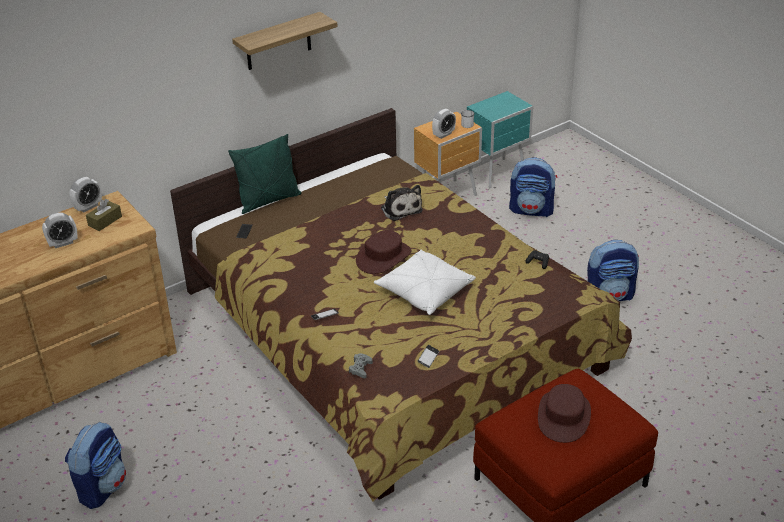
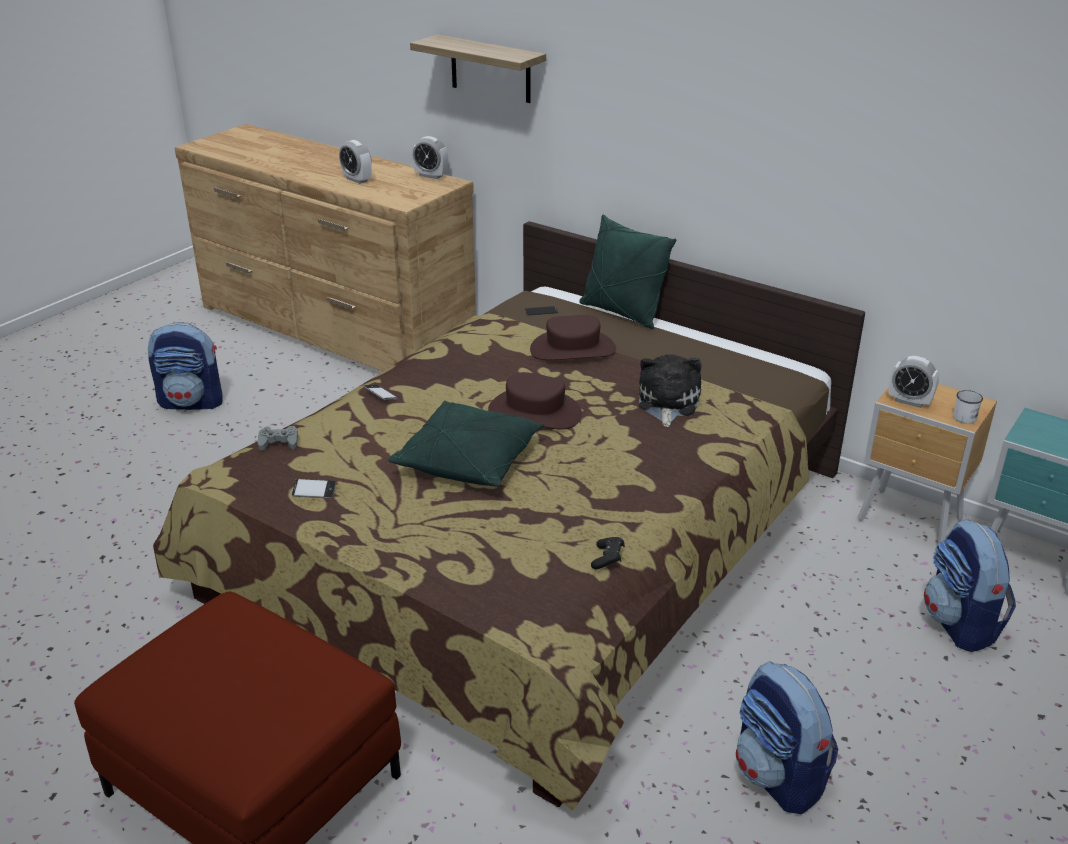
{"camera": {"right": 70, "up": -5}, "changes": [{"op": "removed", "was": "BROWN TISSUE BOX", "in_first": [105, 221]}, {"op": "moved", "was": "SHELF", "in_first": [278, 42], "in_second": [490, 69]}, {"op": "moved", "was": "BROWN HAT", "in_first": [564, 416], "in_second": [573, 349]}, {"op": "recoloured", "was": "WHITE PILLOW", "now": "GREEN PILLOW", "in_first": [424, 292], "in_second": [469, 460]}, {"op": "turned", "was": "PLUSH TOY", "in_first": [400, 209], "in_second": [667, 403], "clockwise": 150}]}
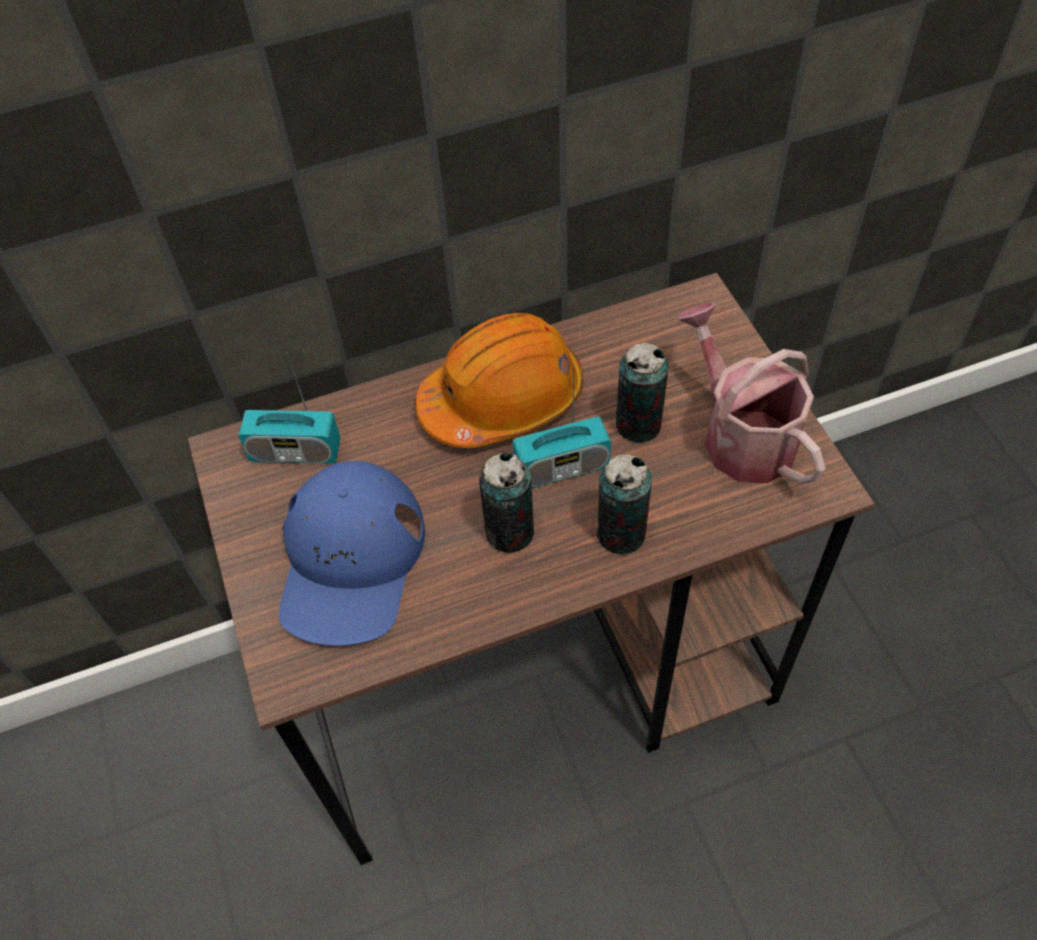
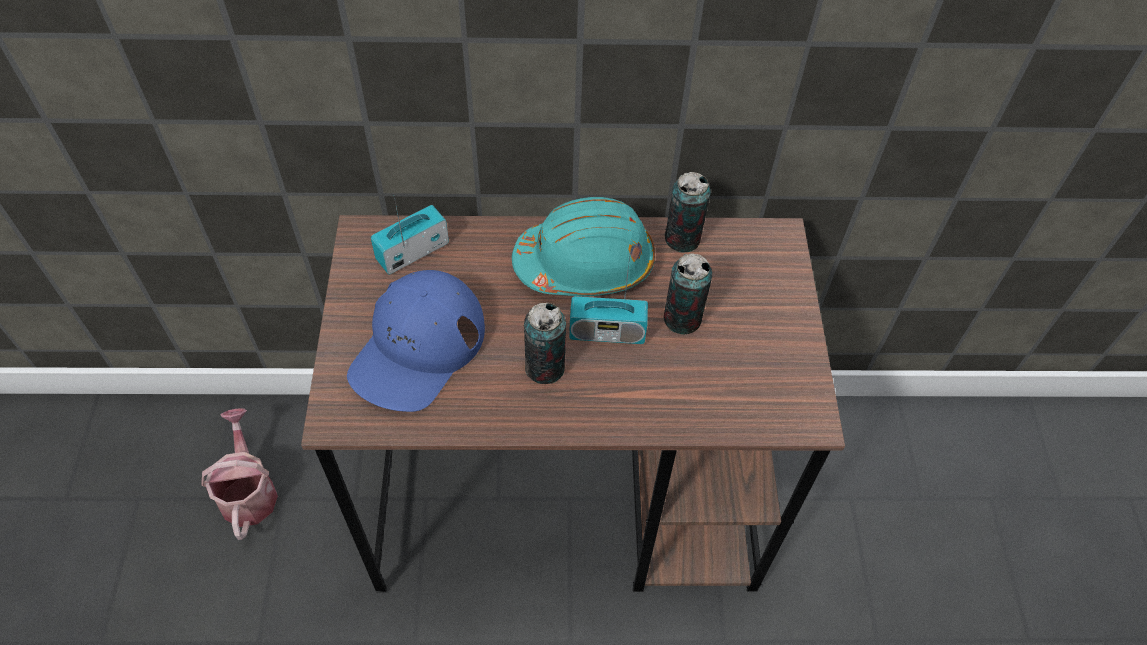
{"camera": {"right": 15, "up": 0}, "changes": [{"op": "moved", "was": "CAN", "in_first": [621, 534], "in_second": [682, 239]}, {"op": "moved", "was": "WATERING CAN", "in_first": [741, 435], "in_second": [248, 491]}, {"op": "recoloured", "was": "ORANGE HARD HAT", "now": "TURQUOISE HARD HAT", "in_first": [503, 399], "in_second": [585, 264]}, {"op": "turned", "was": "RADIO", "in_first": [295, 452], "in_second": [412, 252], "clockwise": 120}]}
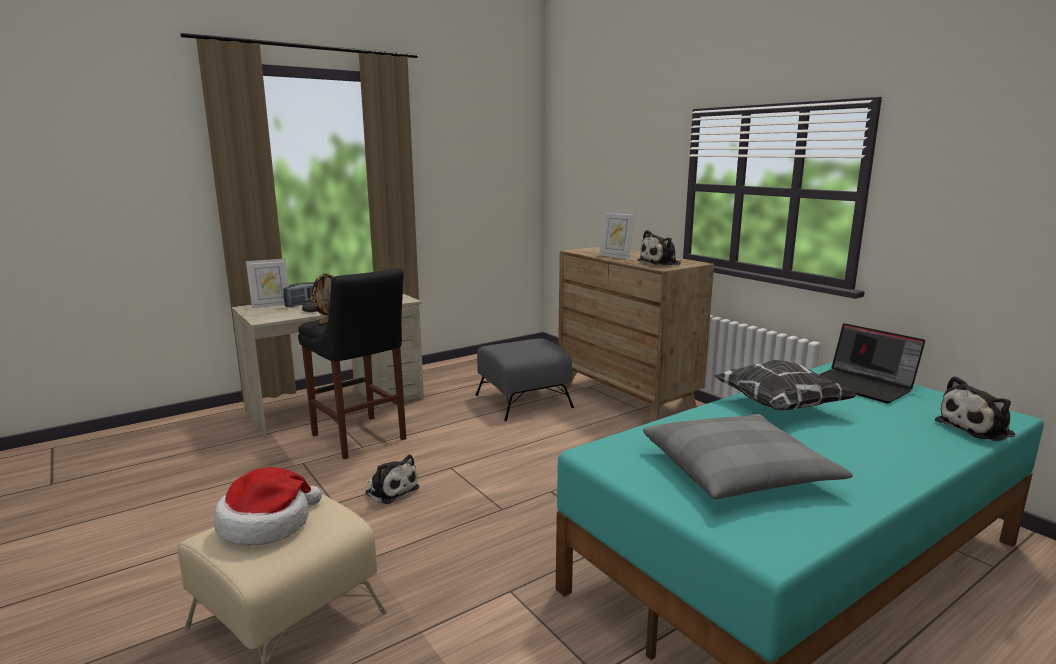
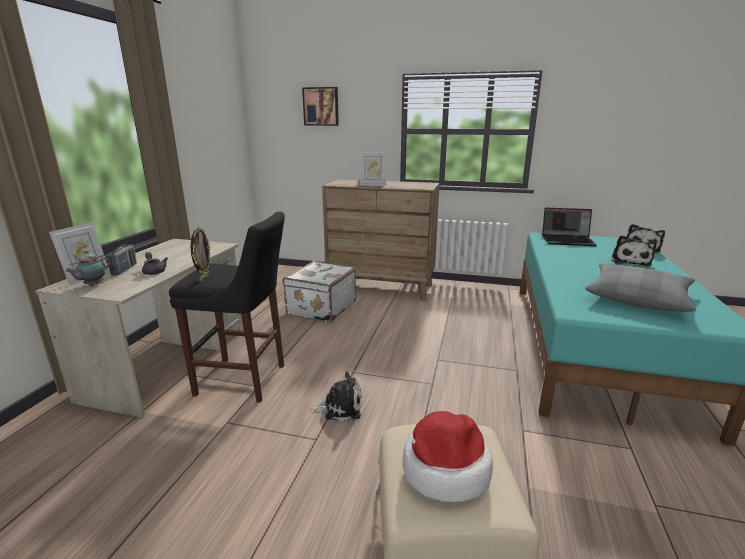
{"camera": {"right": -40, "up": 5}, "changes": [{"op": "removed", "was": "PILLOW", "in_first": [779, 406]}, {"op": "added", "now": "TEAPOT", "in_second": [93, 285]}, {"op": "added", "now": "PICTURE", "in_second": [321, 106]}, {"op": "moved", "was": "PLUSH TOY", "in_first": [661, 263], "in_second": [630, 261]}, {"op": "replaced", "was": "GREY OTTOMAN", "now": "WHITE SUITCASE", "in_first": [522, 401], "in_second": [320, 308]}]}
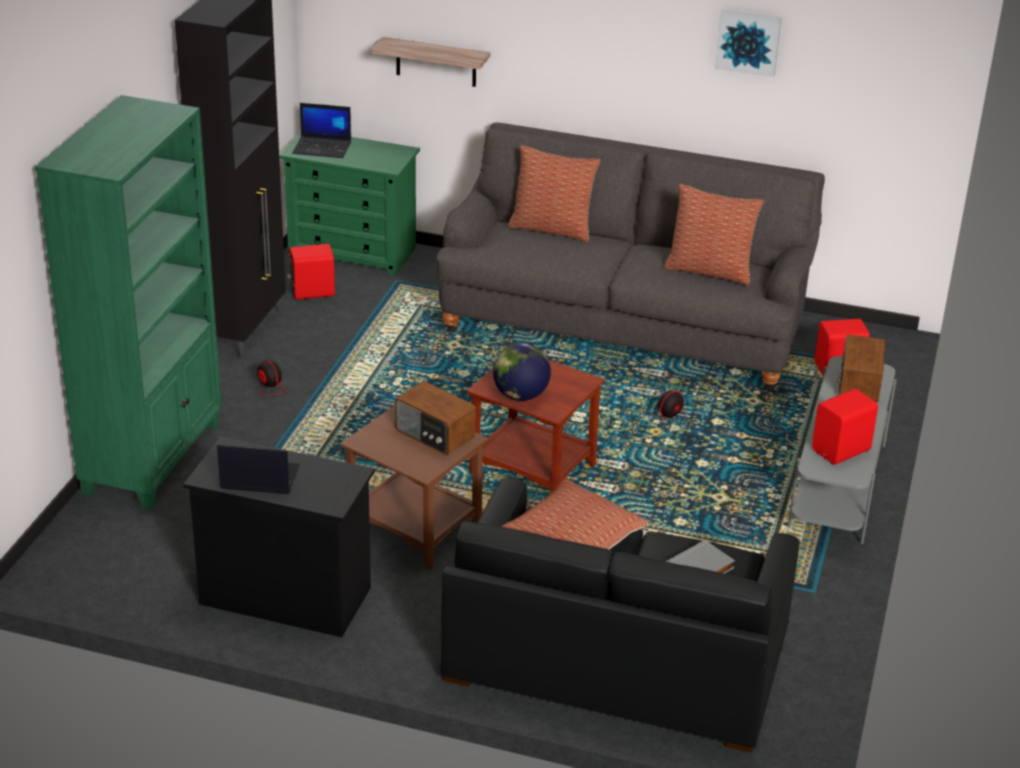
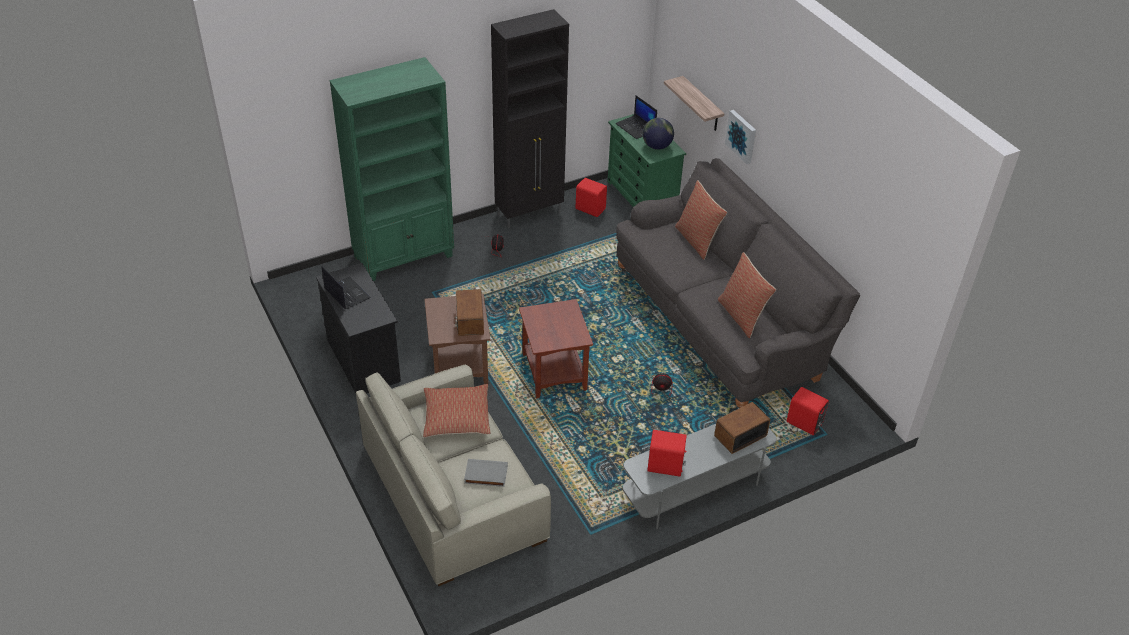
{"camera": {"right": 45, "up": 10}, "changes": [{"op": "moved", "was": "GLOBE", "in_first": [520, 395], "in_second": [657, 146]}, {"op": "moved", "was": "PICTURE", "in_first": [748, 42], "in_second": [742, 136]}, {"op": "recoloured", "was": "BLACK SOFA", "now": "BEIGE SOFA", "in_first": [615, 655], "in_second": [452, 492]}]}
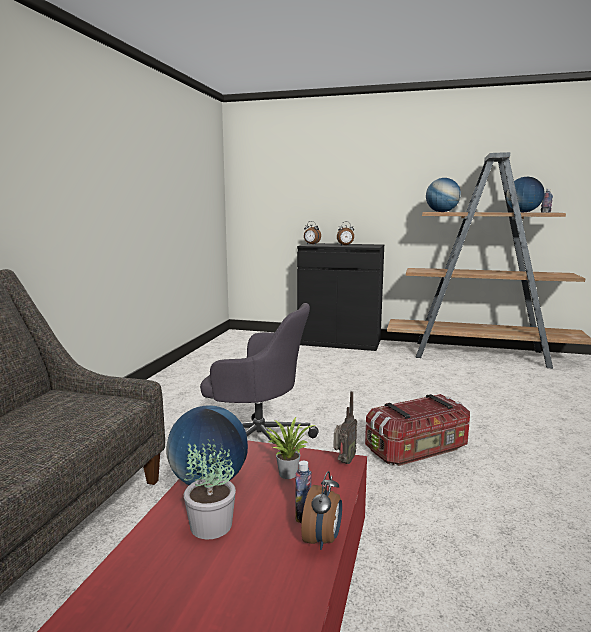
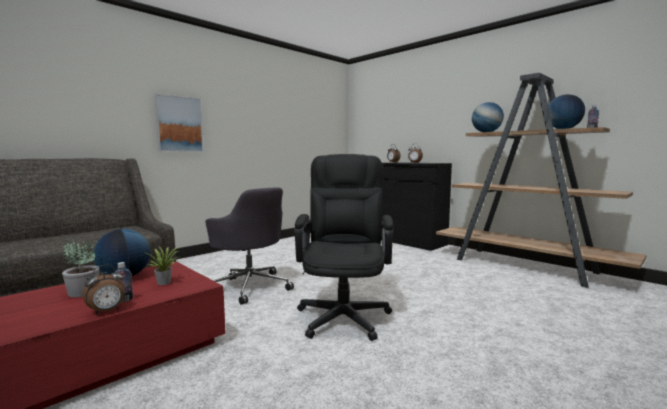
{"camera": {"right": 30, "up": -5}, "changes": [{"op": "removed", "was": "RADIO", "in_first": [343, 462]}, {"op": "added", "now": "PICTURE", "in_second": [179, 124]}, {"op": "replaced", "was": "STORAGE BOX", "now": "BLACK OFFICE CHAIR", "in_first": [418, 450], "in_second": [344, 313]}]}
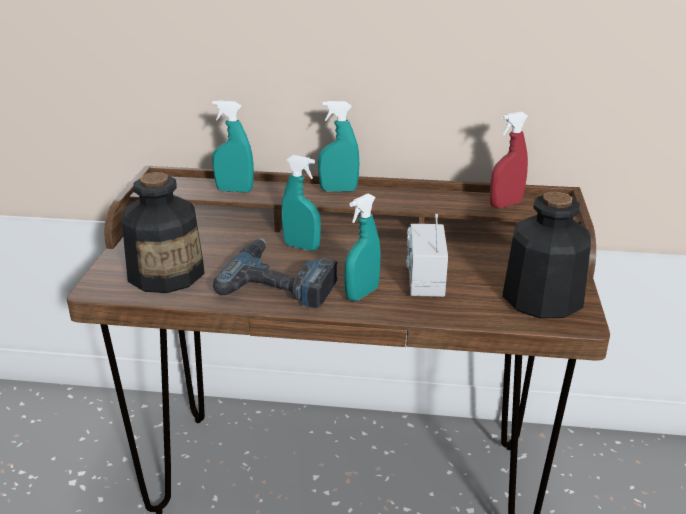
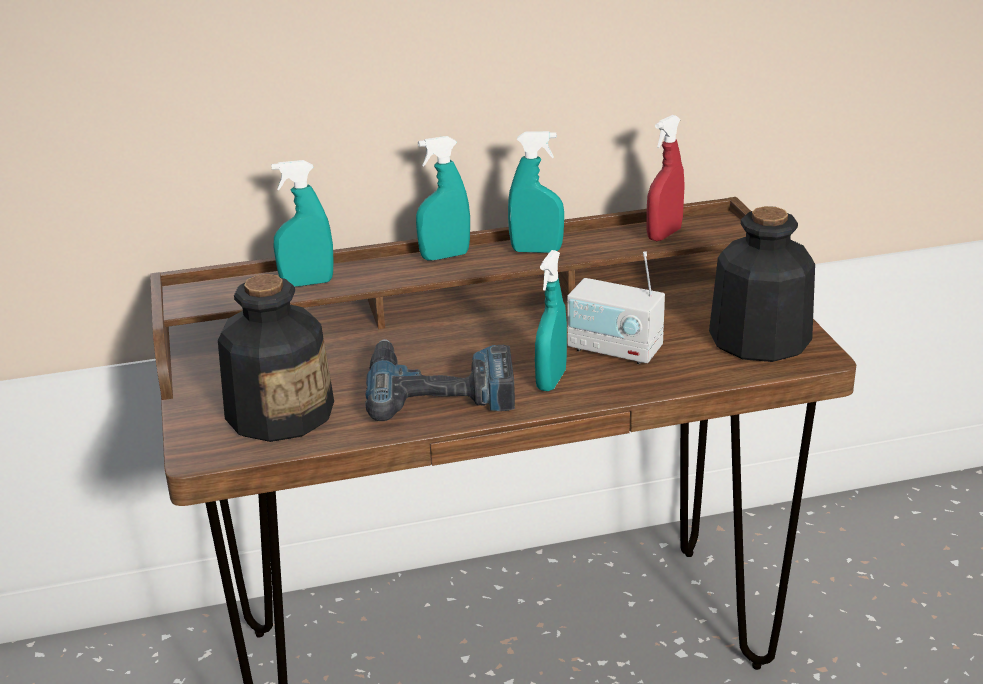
{"camera": {"right": -20, "up": 0}, "changes": [{"op": "moved", "was": "TURQUOISE SPRAY BOTTLE", "in_first": [301, 247], "in_second": [536, 250]}, {"op": "turned", "was": "RADIO", "in_first": [425, 281], "in_second": [614, 349], "clockwise": -45}]}
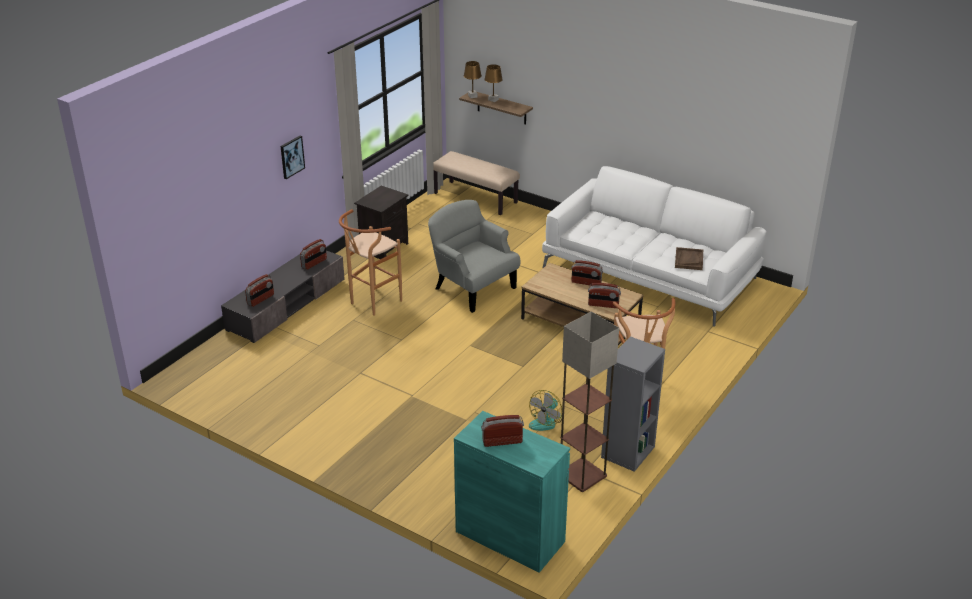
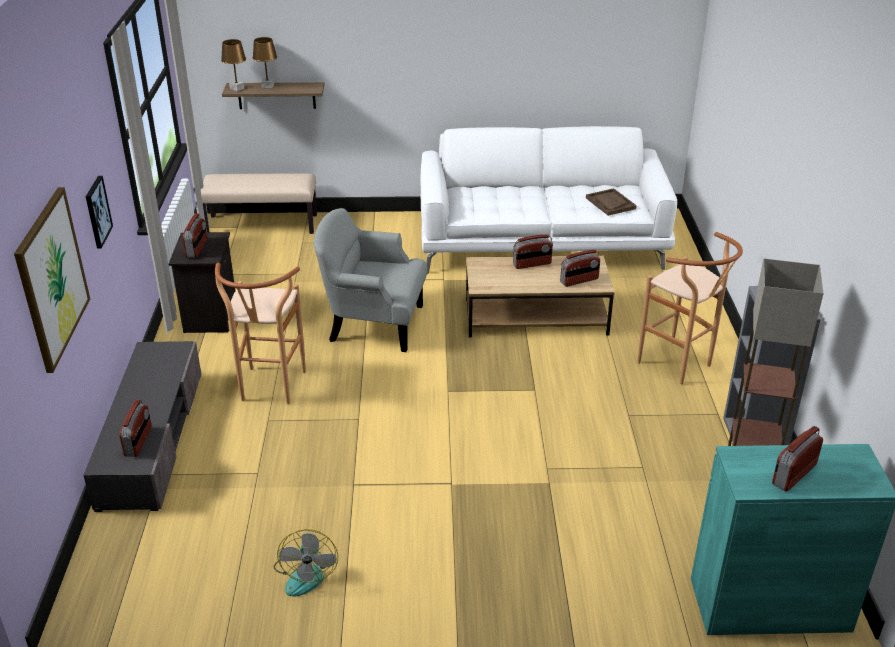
{"camera": {"right": -35, "up": 0}, "changes": [{"op": "added", "now": "PICTURE", "in_second": [52, 278]}, {"op": "moved", "was": "RADIO", "in_first": [314, 263], "in_second": [197, 249]}, {"op": "moved", "was": "FAN", "in_first": [546, 421], "in_second": [306, 573]}]}
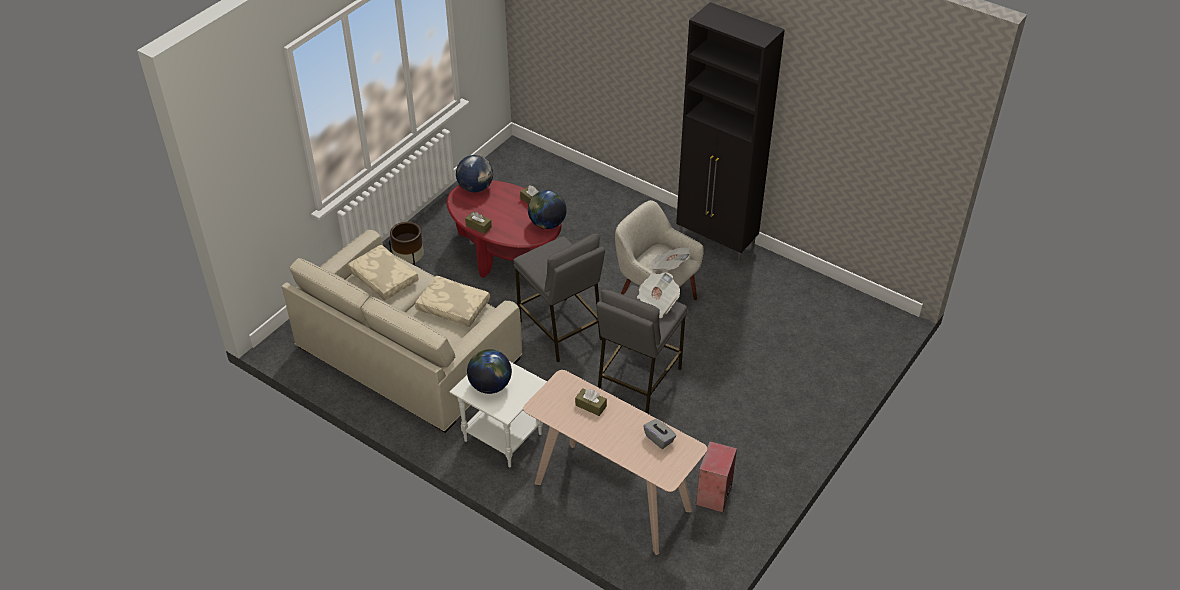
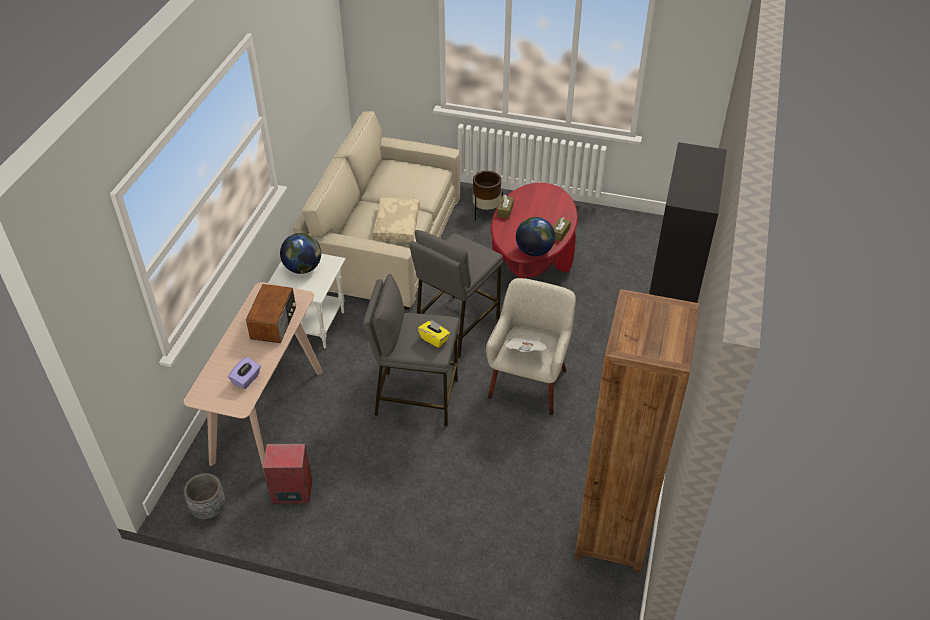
{"camera": {"right": 70, "up": 0}, "changes": [{"op": "removed", "was": "BEIGE PILLOW", "in_first": [382, 278]}, {"op": "removed", "was": "GLOBE", "in_first": [475, 188]}, {"op": "added", "now": "GREY PLANTER", "in_second": [209, 509]}, {"op": "added", "now": "BROWN BOOKCASE", "in_second": [613, 532]}, {"op": "replaced", "was": "BROWN TISSUE BOX", "now": "RADIO", "in_first": [591, 406], "in_second": [274, 323]}, {"op": "replaced", "was": "NEWSPAPER", "now": "YELLOW TISSUE BOX", "in_first": [655, 304], "in_second": [434, 339]}, {"op": "recoloured", "was": "GREY TISSUE BOX", "now": "PURPLE TISSUE BOX", "in_first": [659, 439], "in_second": [246, 379]}]}
